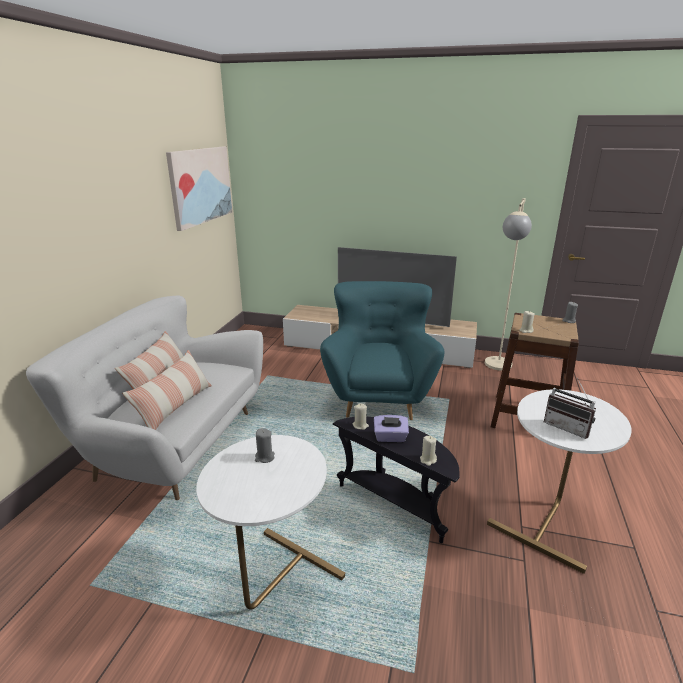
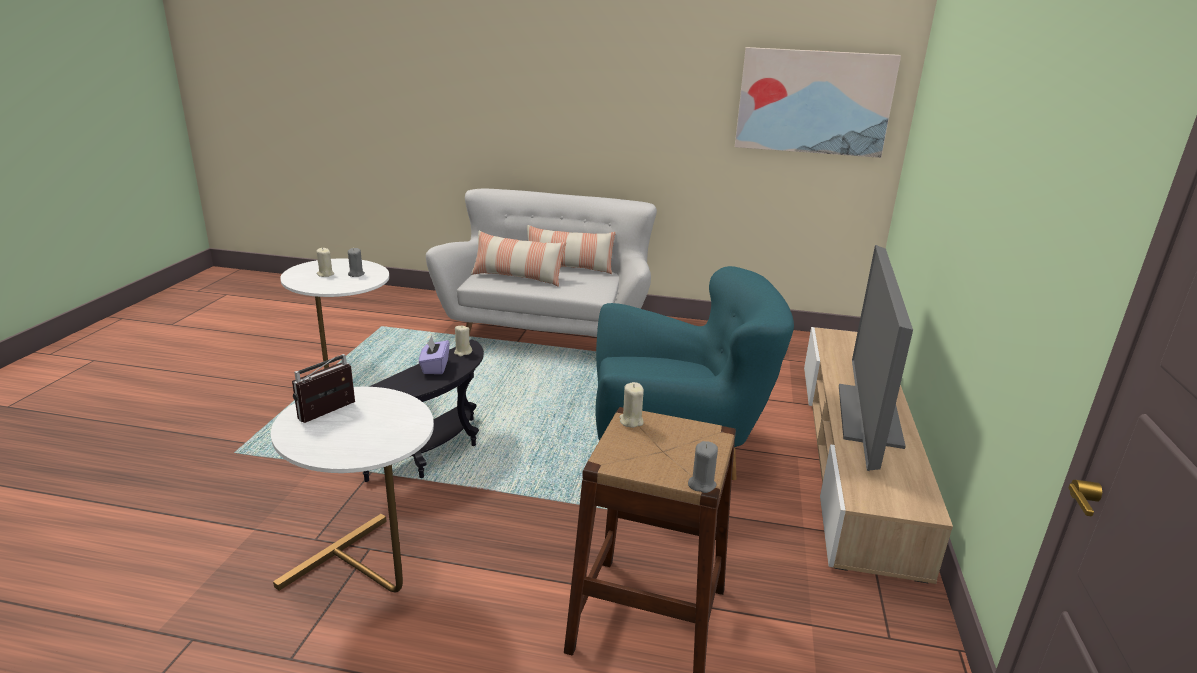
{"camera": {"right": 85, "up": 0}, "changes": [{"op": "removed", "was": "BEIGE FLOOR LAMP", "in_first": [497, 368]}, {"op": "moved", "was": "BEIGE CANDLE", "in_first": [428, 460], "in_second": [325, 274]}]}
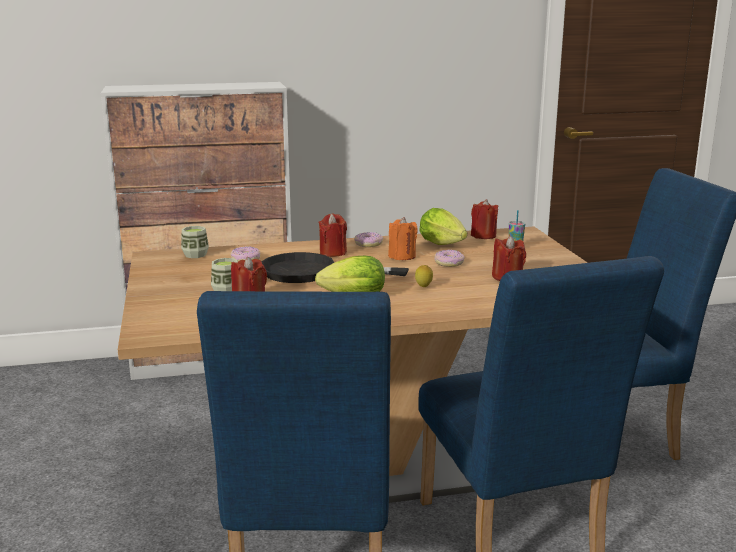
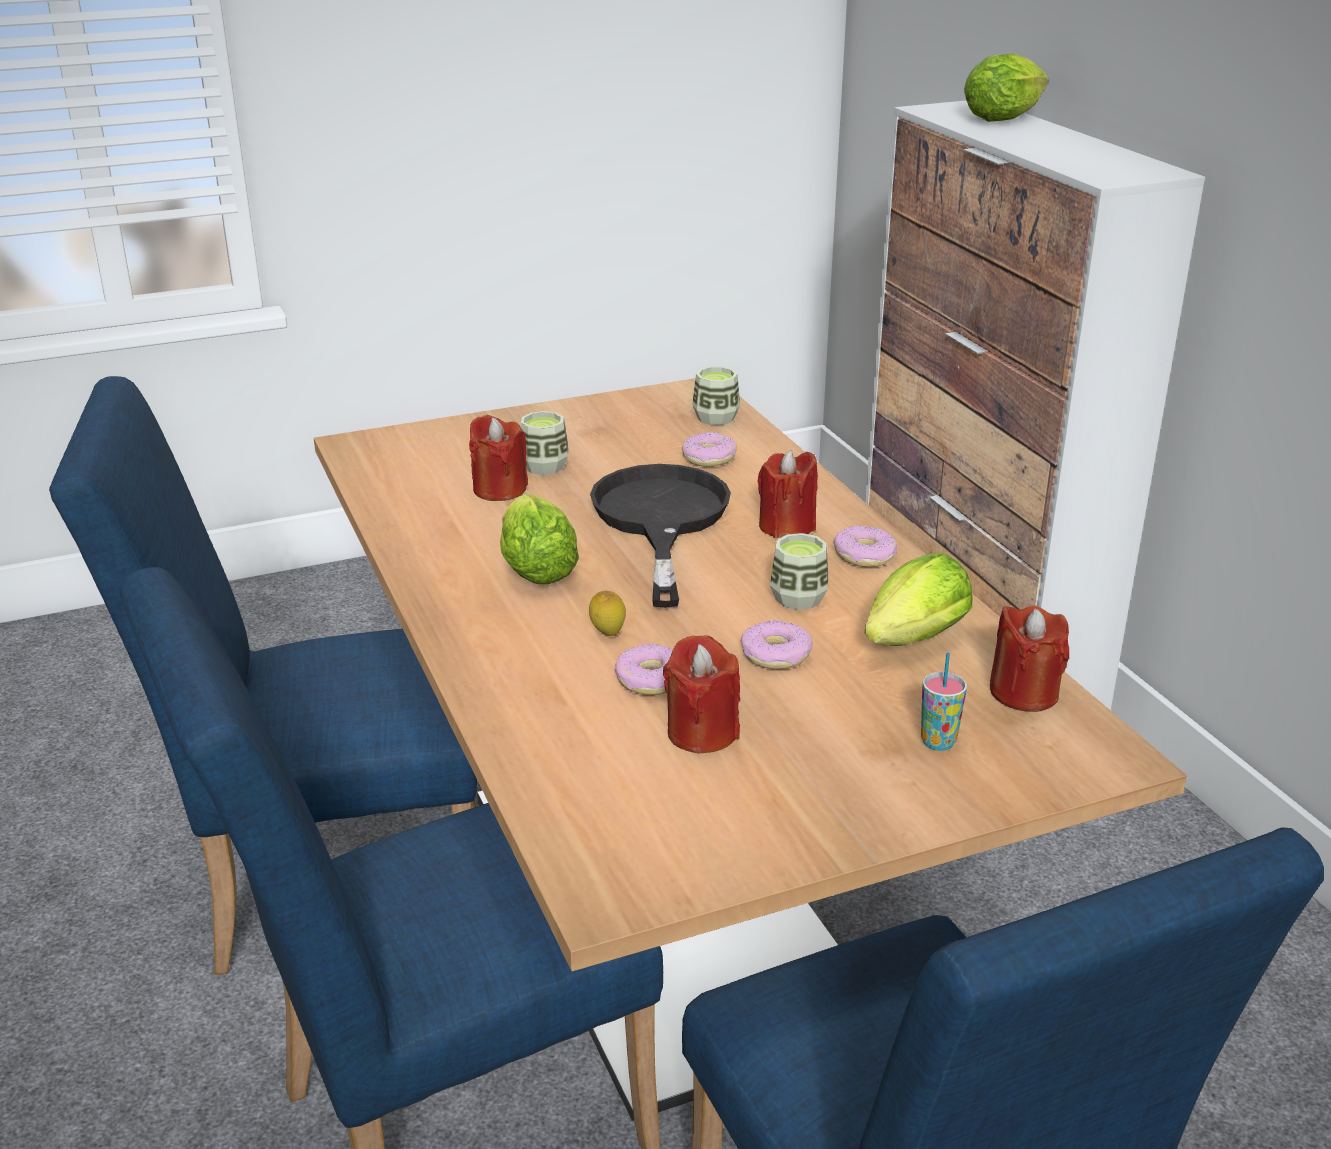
{"camera": {"right": 80, "up": 10}, "changes": [{"op": "added", "now": "DONUT", "in_second": [650, 680]}, {"op": "added", "now": "LETTUCE", "in_second": [1006, 118]}, {"op": "replaced", "was": "ORANGE CANDLE", "now": "CUP", "in_first": [402, 256], "in_second": [798, 598]}]}
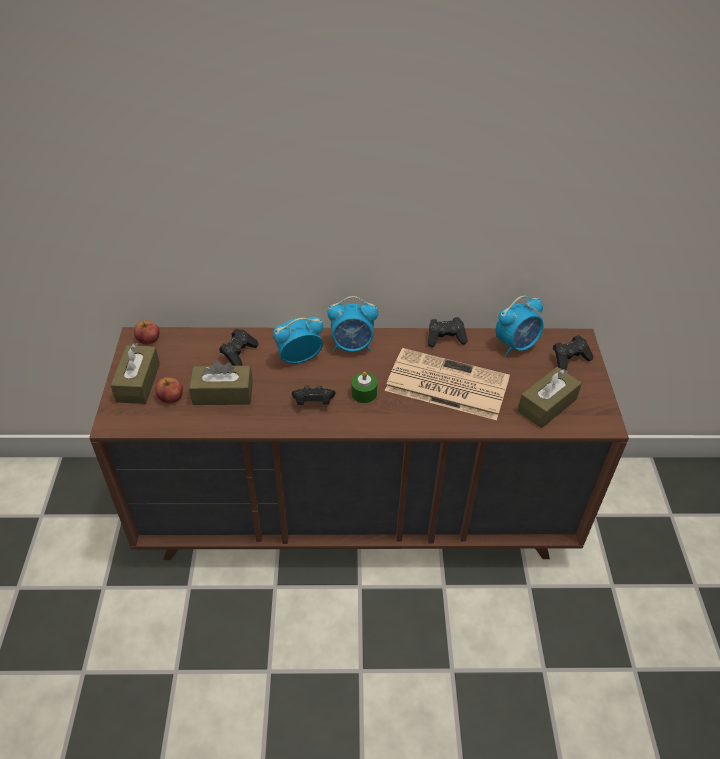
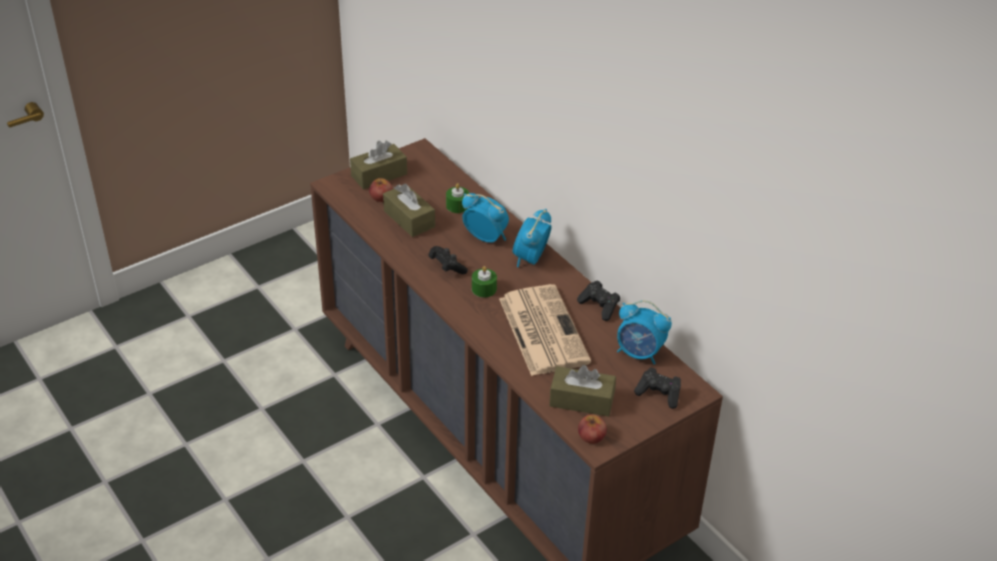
{"camera": {"right": 55, "up": -5}, "changes": [{"op": "moved", "was": "APPLE", "in_first": [148, 339], "in_second": [591, 436]}, {"op": "replaced", "was": "BLACK GAME CONTROLLER", "now": "GREEN CANDLE", "in_first": [239, 354], "in_second": [457, 206]}, {"op": "turned", "was": "ALARM CLOCK", "in_first": [352, 346], "in_second": [530, 259], "clockwise": 60}]}
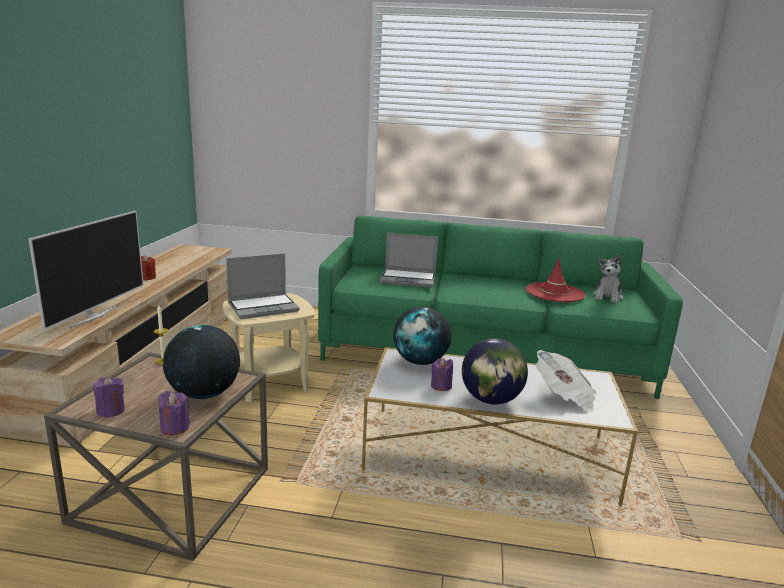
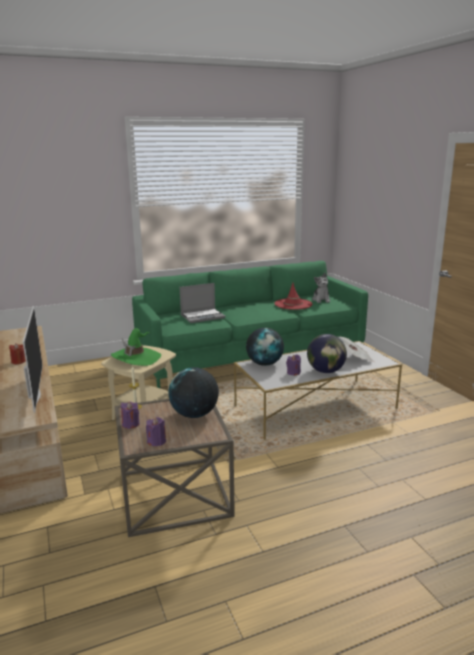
{"camera": {"right": -30, "up": 0}, "changes": [{"op": "moved", "was": "PURPLE CANDLE", "in_first": [174, 427], "in_second": [130, 424]}, {"op": "replaced", "was": "LAPTOP", "now": "GREEN HAT", "in_first": [264, 307], "in_second": [136, 358]}]}
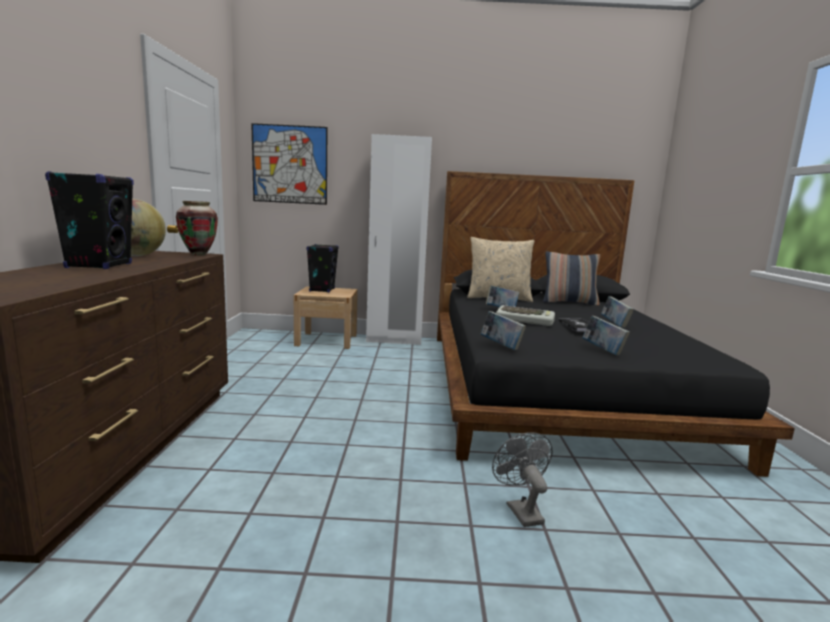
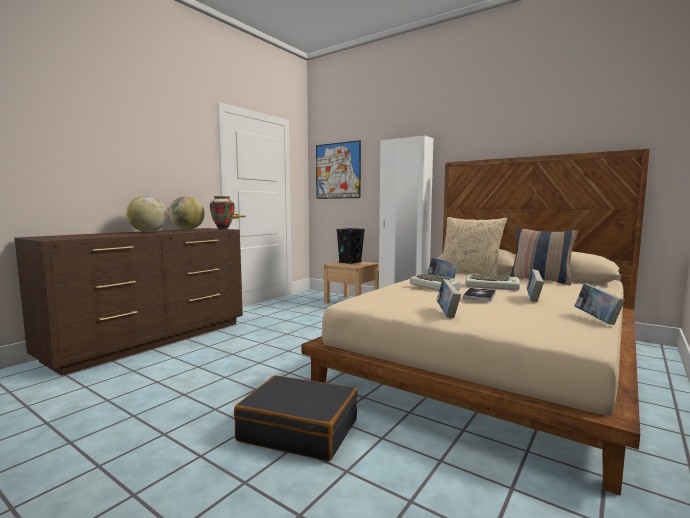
{"camera": {"right": 35, "up": -5}, "changes": [{"op": "added", "now": "KEYBOARD", "in_second": [492, 286]}, {"op": "moved", "was": "BOOK", "in_first": [501, 346], "in_second": [597, 319]}, {"op": "replaced", "was": "BLACK SPEAKER", "now": "GLOBE", "in_first": [99, 266], "in_second": [148, 232]}, {"op": "replaced", "was": "GREY FAN", "now": "BLACK SUITCASE", "in_first": [520, 510], "in_second": [299, 430]}, {"op": "recoloured", "was": "BLACK BED", "now": "BEIGE BED", "in_first": [554, 387], "in_second": [493, 361]}]}
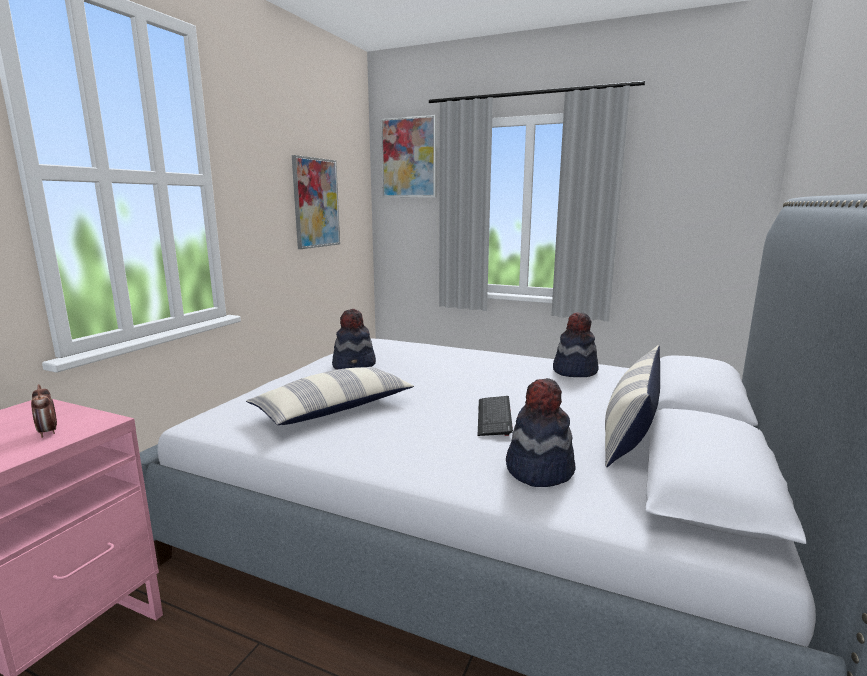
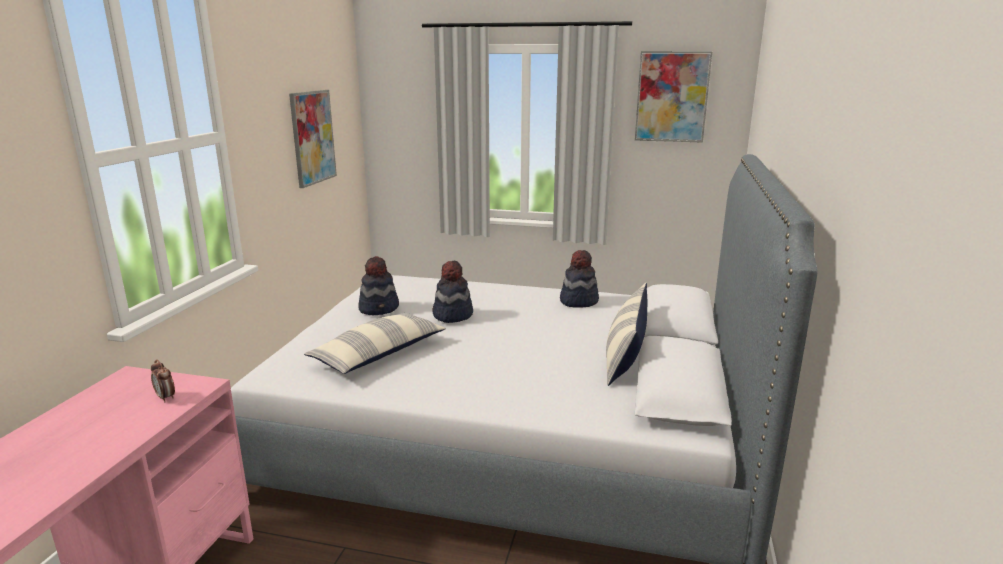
{"camera": {"right": -10, "up": 5}, "changes": [{"op": "removed", "was": "KEYBOARD", "in_first": [494, 417]}, {"op": "moved", "was": "PICTURE", "in_first": [409, 158], "in_second": [672, 97]}, {"op": "moved", "was": "HAT", "in_first": [539, 469], "in_second": [452, 315]}]}
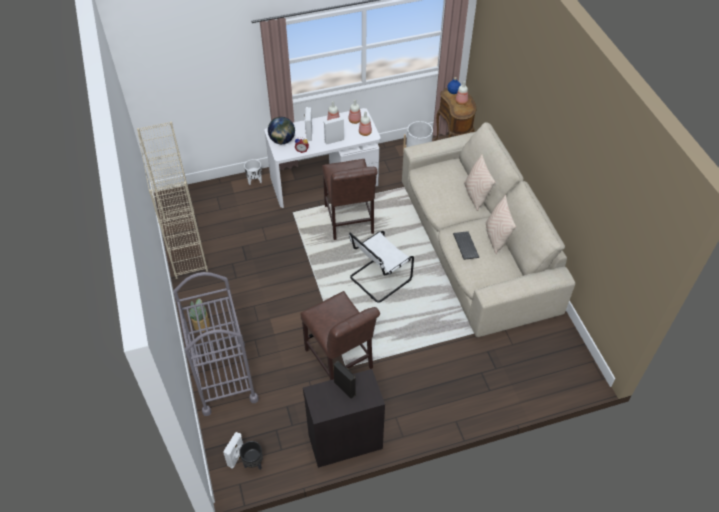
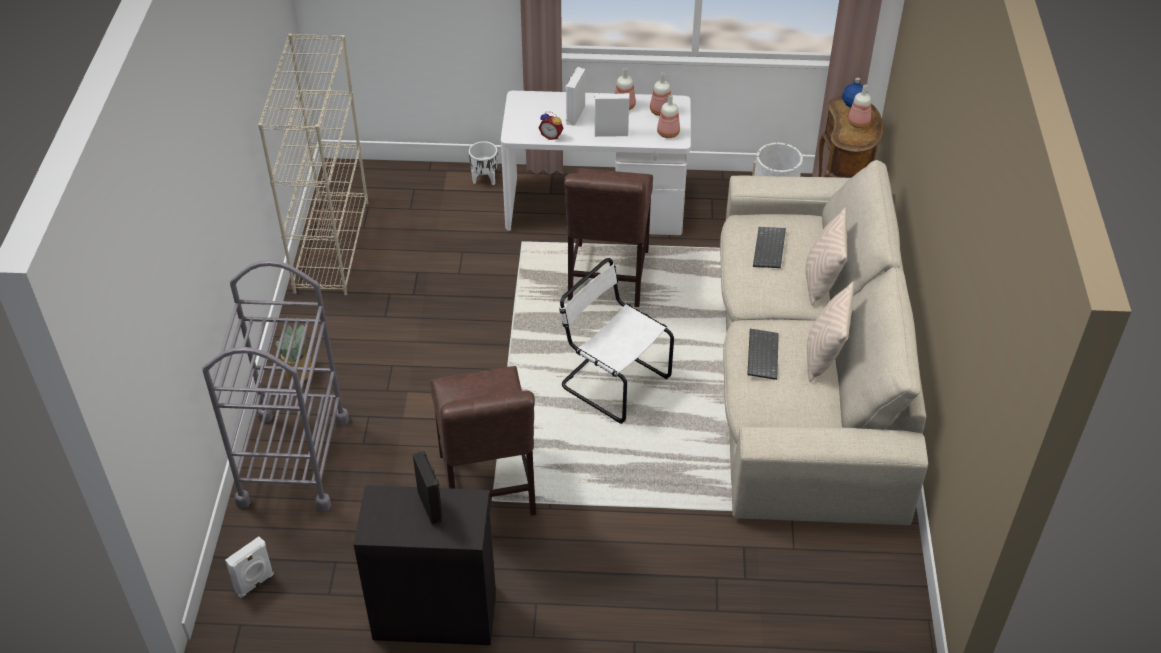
{"camera": {"right": 20, "up": -5}, "changes": [{"op": "removed", "was": "BLACK PLANTER", "in_first": [253, 463]}, {"op": "removed", "was": "GLOBE", "in_first": [282, 141]}, {"op": "added", "now": "KEYBOARD", "in_second": [770, 249]}, {"op": "turned", "was": "WHITE CHAIR", "in_first": [378, 279], "in_second": [612, 381], "clockwise": 60}]}
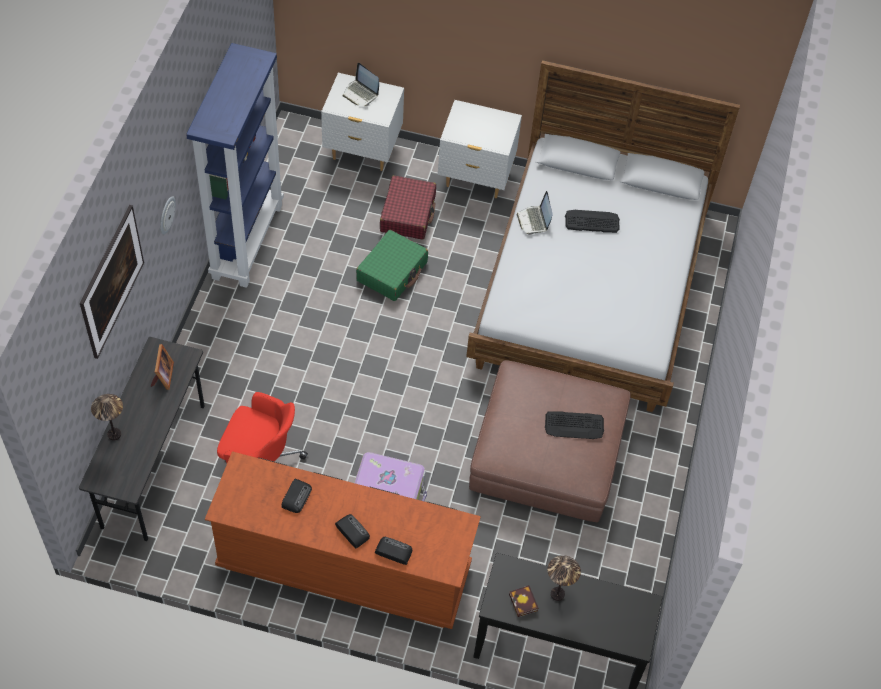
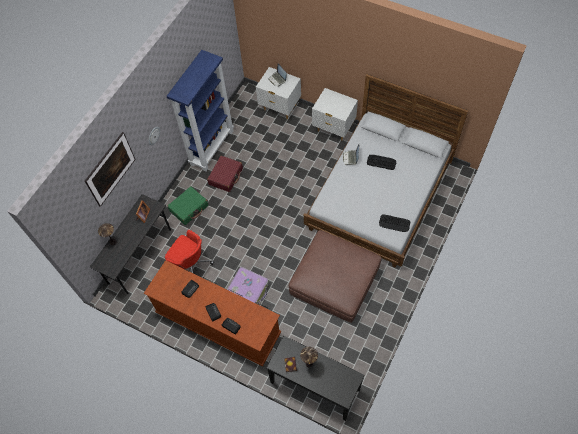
{"camera": {"right": 20, "up": 5}, "changes": [{"op": "moved", "was": "GREEN SUITCASE", "in_first": [392, 271], "in_second": [189, 208]}, {"op": "moved", "was": "RED SUITCASE", "in_first": [408, 214], "in_second": [226, 176]}, {"op": "moved", "was": "KEYBOARD", "in_first": [574, 425], "in_second": [394, 223]}]}
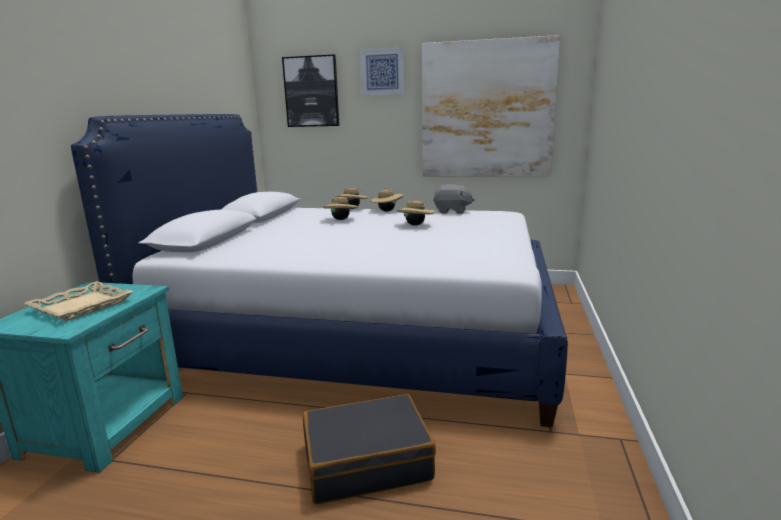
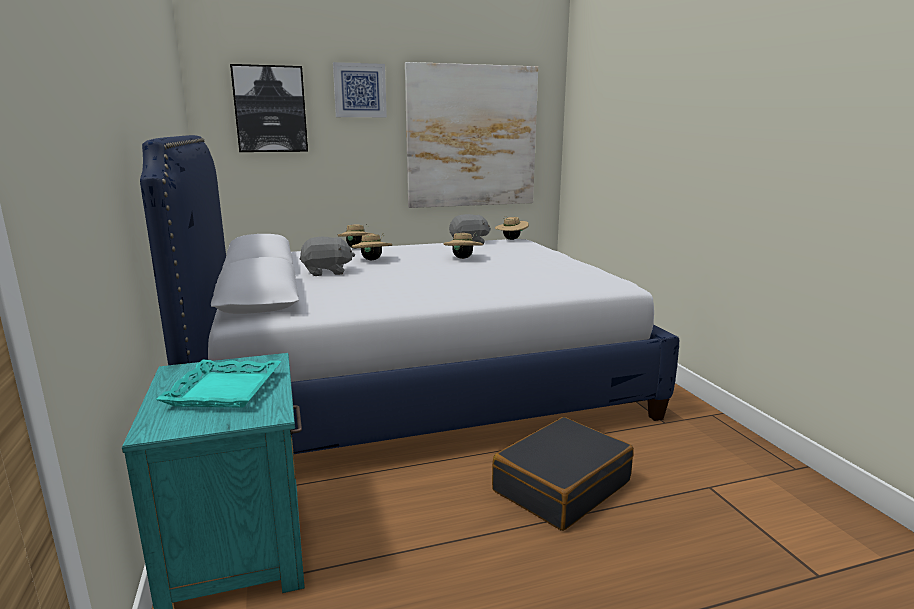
{"camera": {"right": -30, "up": 0}, "changes": [{"op": "added", "now": "GREY PLUSH TOY", "in_second": [327, 272]}, {"op": "moved", "was": "BEIGE HAT", "in_first": [387, 211], "in_second": [511, 239]}, {"op": "recoloured", "was": "BEIGE TRAY", "now": "TURQUOISE TRAY", "in_first": [81, 306], "in_second": [223, 390]}]}
